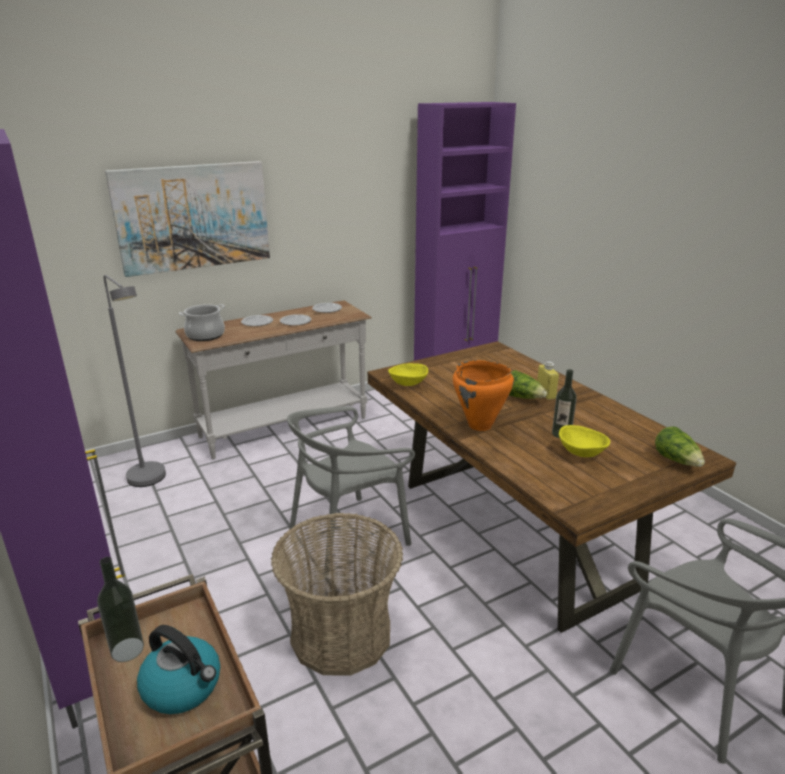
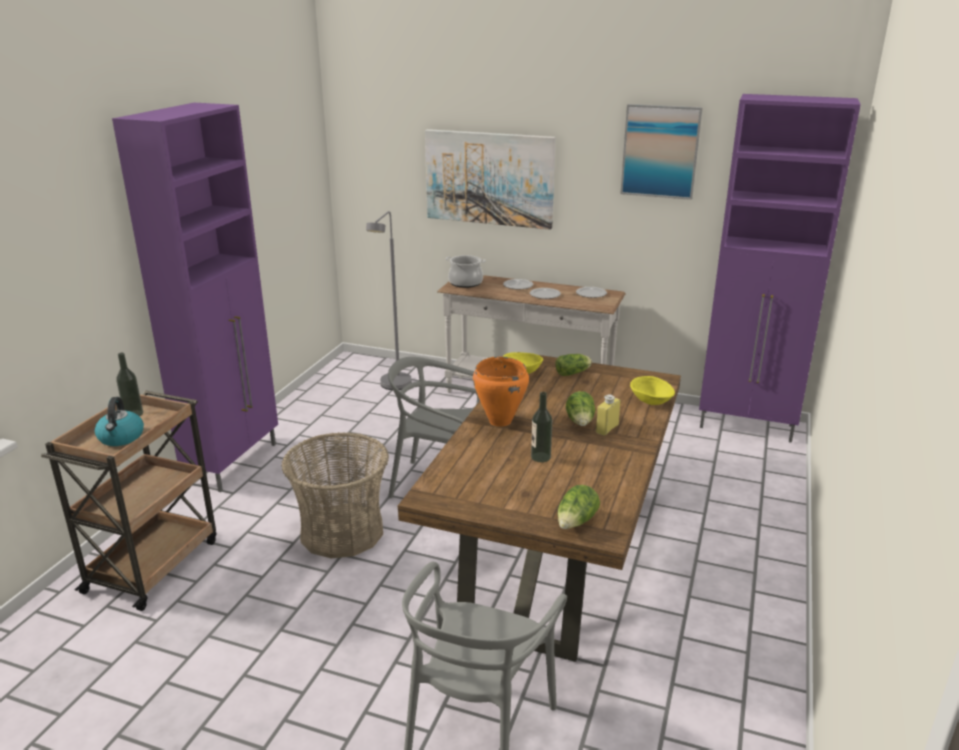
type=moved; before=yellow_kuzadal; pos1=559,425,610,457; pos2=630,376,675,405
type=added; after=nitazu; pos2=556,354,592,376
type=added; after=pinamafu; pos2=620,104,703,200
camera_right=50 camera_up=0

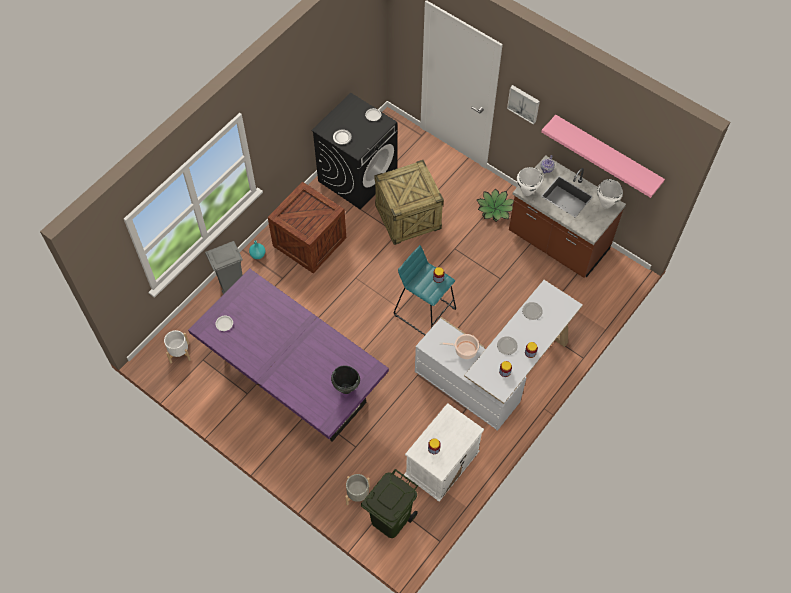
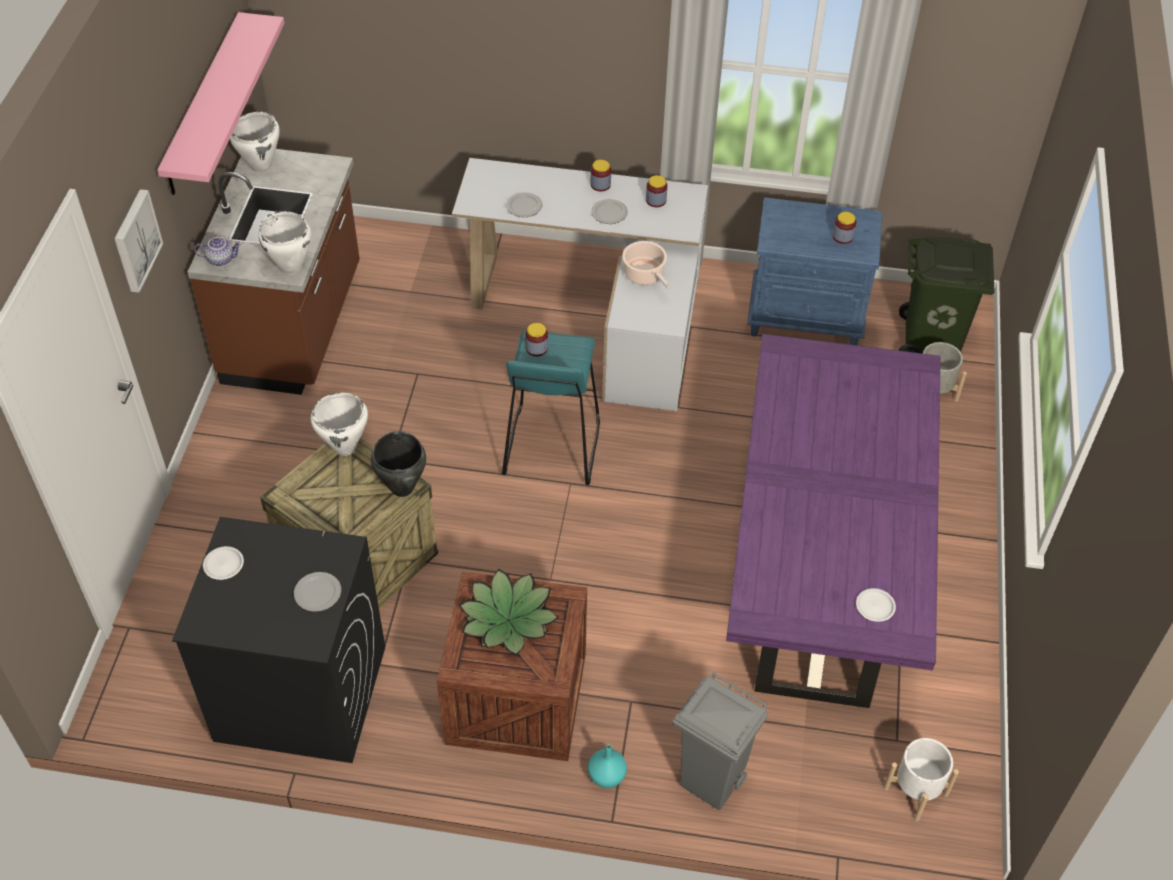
type=moved; before=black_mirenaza; pos1=331,365,360,394; pos2=371,431,426,497
type=recoloured; before=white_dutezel; after=blue_dutezel; pos1=404,403,484,502; pos2=747,198,882,345
type=moved; before=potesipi; pos1=477,189,514,222; pos2=459,569,559,655
type=added; after=white_mirenaza; pos2=311,393,368,456
camera_right=-120 camera_up=-10

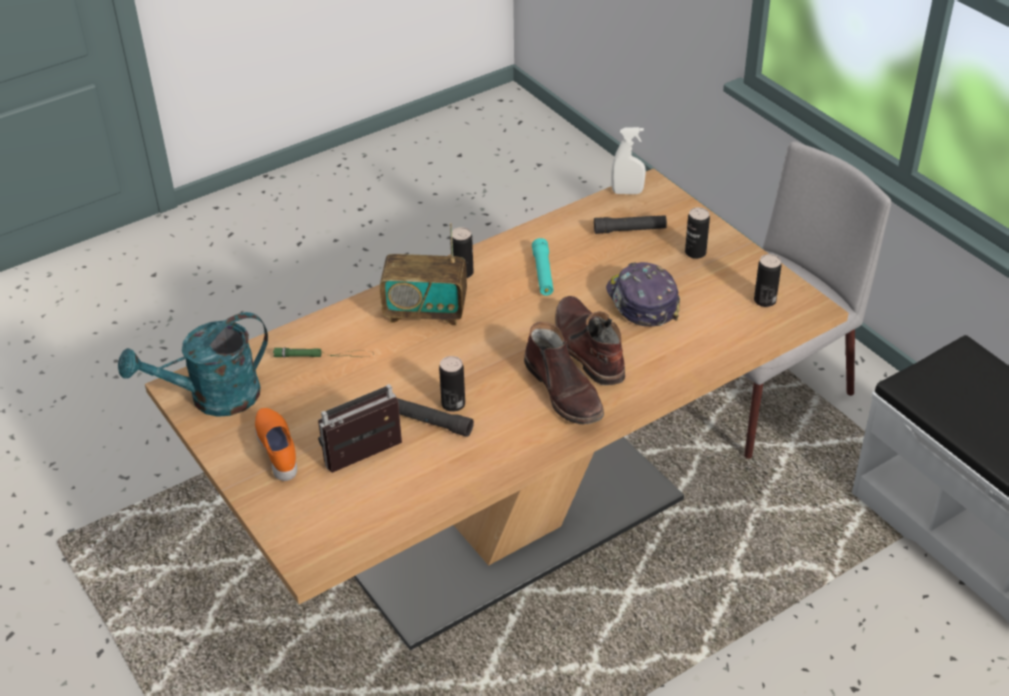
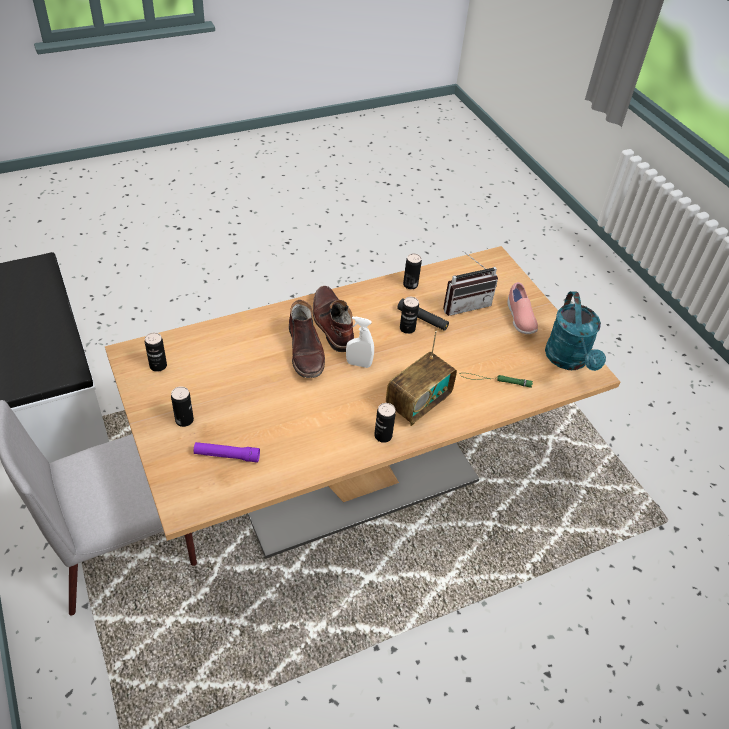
type=turned; before=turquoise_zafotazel; pos1=118,312,268,417; pos2=545,291,606,371; turn=105
type=recoloured; before=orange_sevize; after=pink_sevize; pos1=255,408,297,481; pos2=507,282,538,334
type=turned; before=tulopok; pos1=379,223,467,326; pos2=386,331,457,426; turn=120
type=removed; before=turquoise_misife; pos1=532,238,553,296
type=recoloured; before=black_misife; after=purple_misife; pos1=594,215,667,234; pos2=194,442,260,463
type=removed; before=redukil; pos1=606,262,680,326
type=moved; before=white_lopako; pos1=611,127,646,194; pos2=346,316,374,368
type=added; after=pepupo; pos2=403,254,422,289
camera_right=-175 camera_up=5

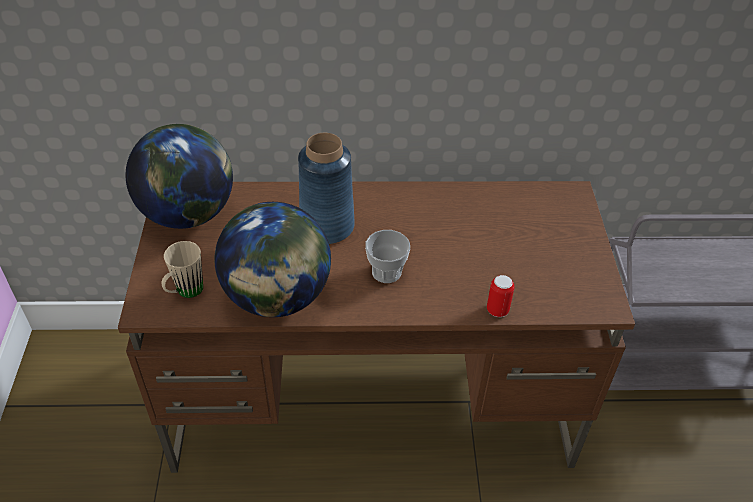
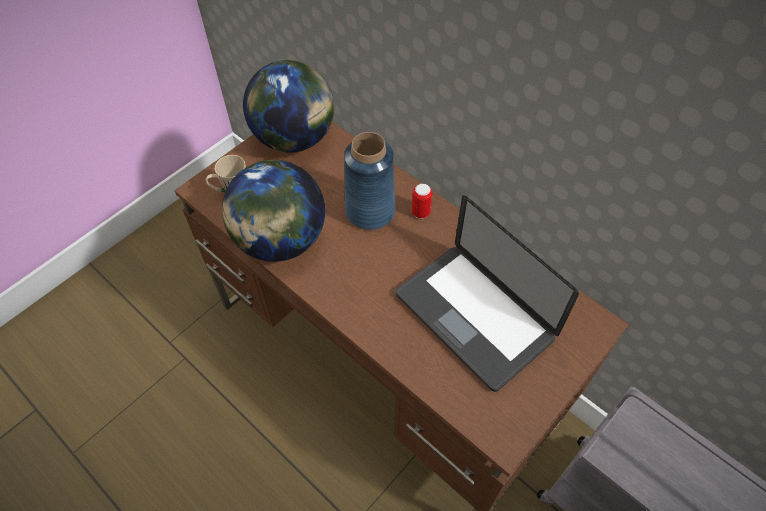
type=removed; before=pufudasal; pos1=365,230,410,283
type=moved; before=pepupo; pos1=487,275,514,317; pos2=412,184,432,219
type=added; after=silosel; pos2=396,195,579,392
camera_right=45 camera_up=10

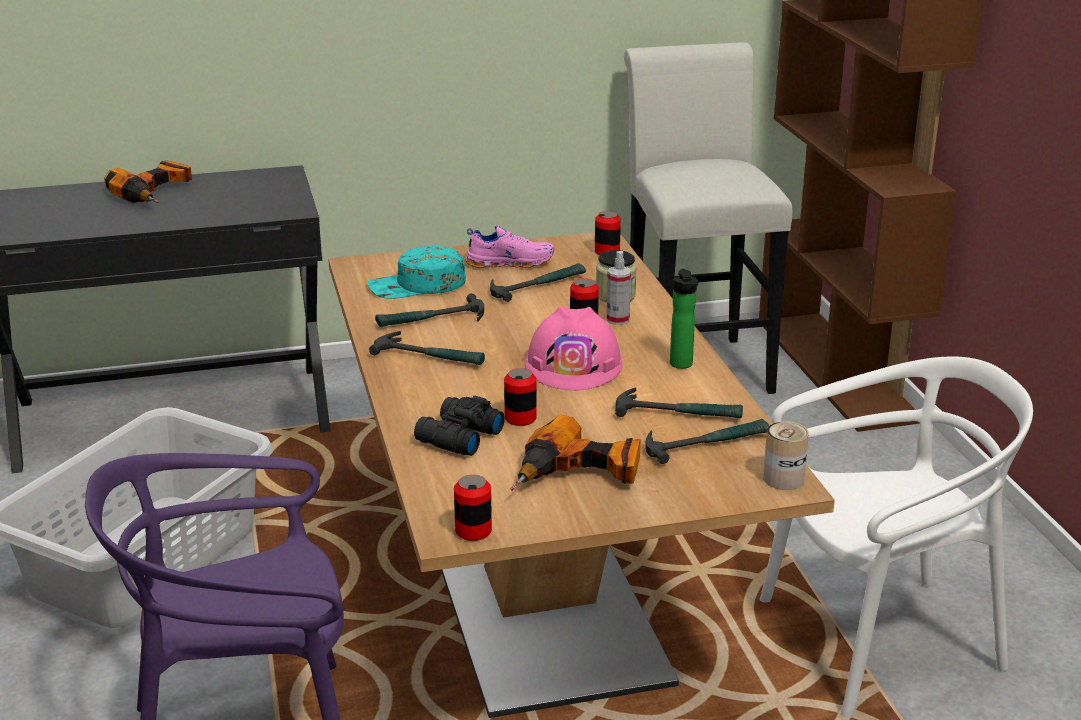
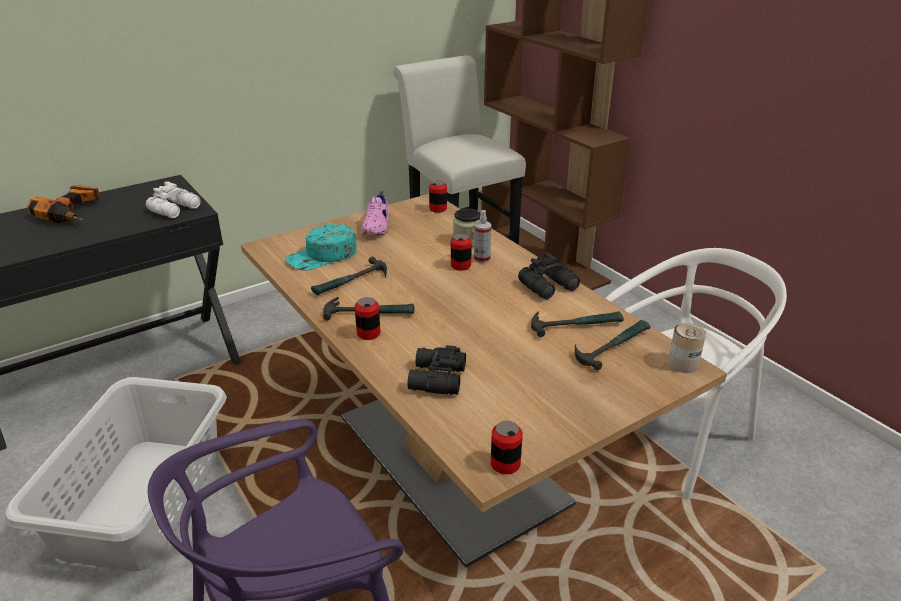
type=turned; before=pink_sevize; pos1=465,225,554,268; pos2=361,191,390,235; turn=120
type=removed; before=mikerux; pos1=490,263,586,302
type=moved; before=pepupo; pos1=504,368,537,426; pos2=355,297,380,340
type=removed; before=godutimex; pos1=510,414,641,490
type=removed; before=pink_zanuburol; pos1=525,306,623,390
type=replaced; before=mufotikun; after=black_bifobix; pos1=670,269,698,369; pos2=518,252,580,299
type=added; after=white_bifobix; pos2=146,181,201,218
camera_right=-20 camera_up=5

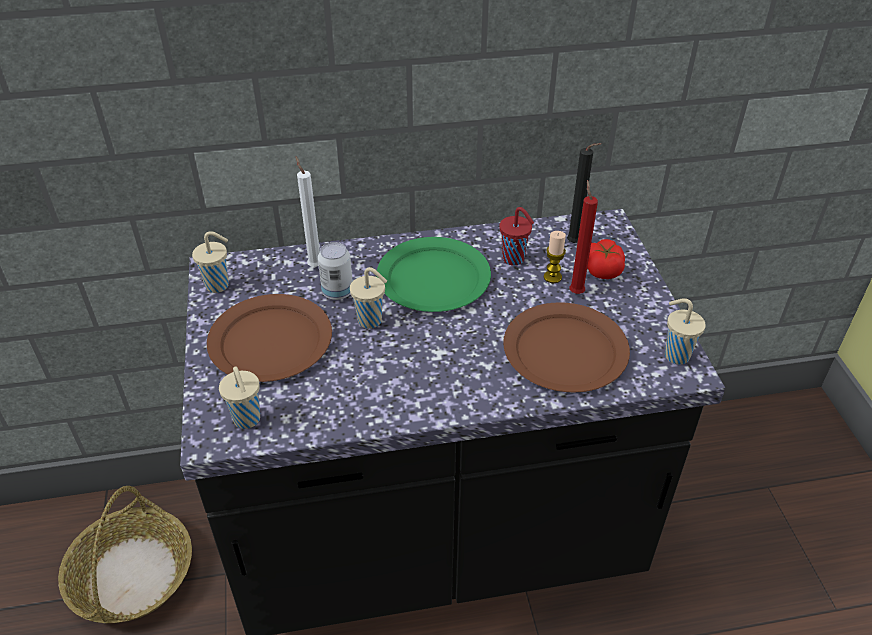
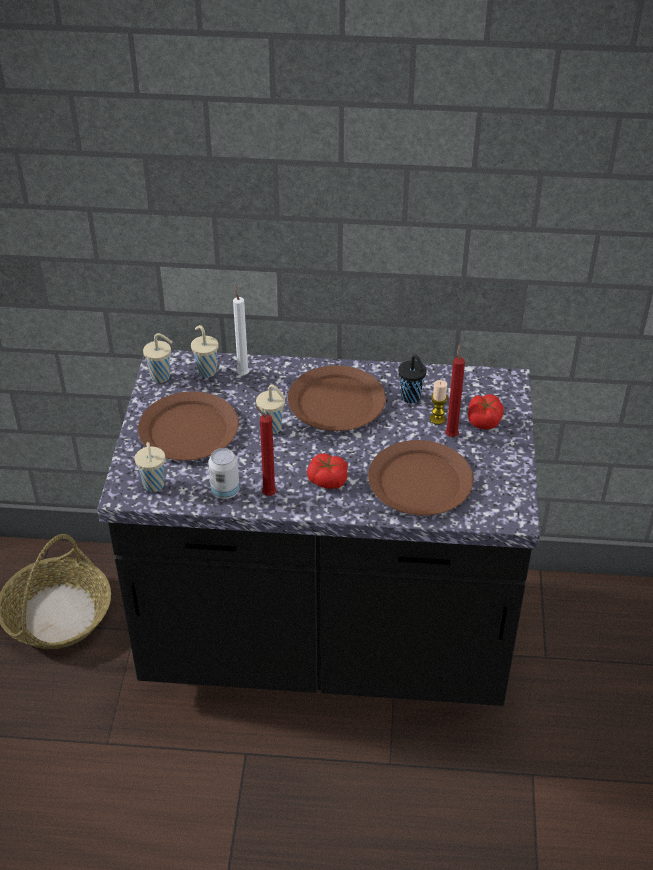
type=moved; before=pepupo; pos1=318,242,353,300; pos2=208,448,240,499
type=recoloured; before=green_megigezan; after=brown_megigezan; pos1=377,237,491,312; pos2=288,365,386,431
type=recoloured; before=red_pufudasal; after=black_pufudasal; pos1=499,207,534,266; pos2=398,355,427,403
type=removed; before=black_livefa; pos1=567,143,601,243
type=moved; before=beige_pufudasal; pos1=665,298,706,364; pos2=191,325,219,378
type=added; after=red_livefa; pos2=255,405,276,496
type=added; after=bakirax; pos2=307,453,348,489
camera_right=15 camera_up=0

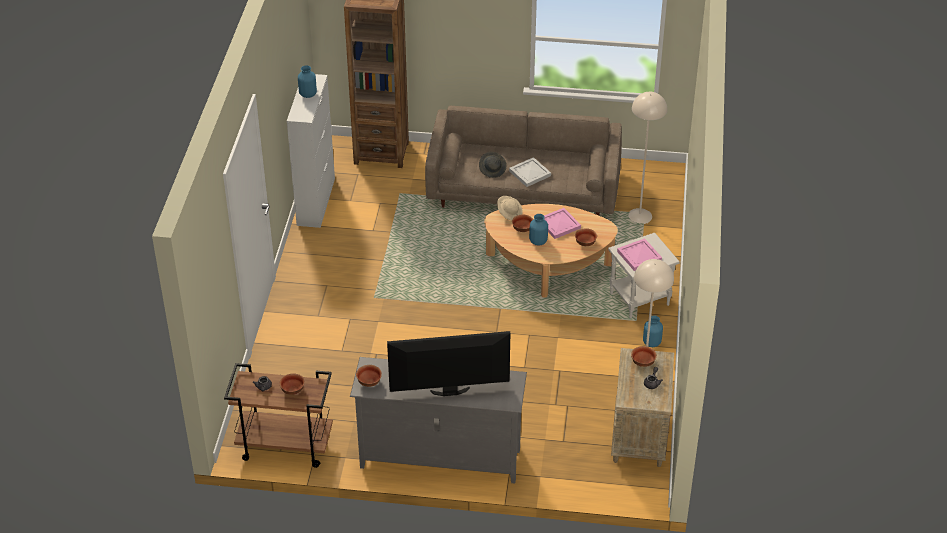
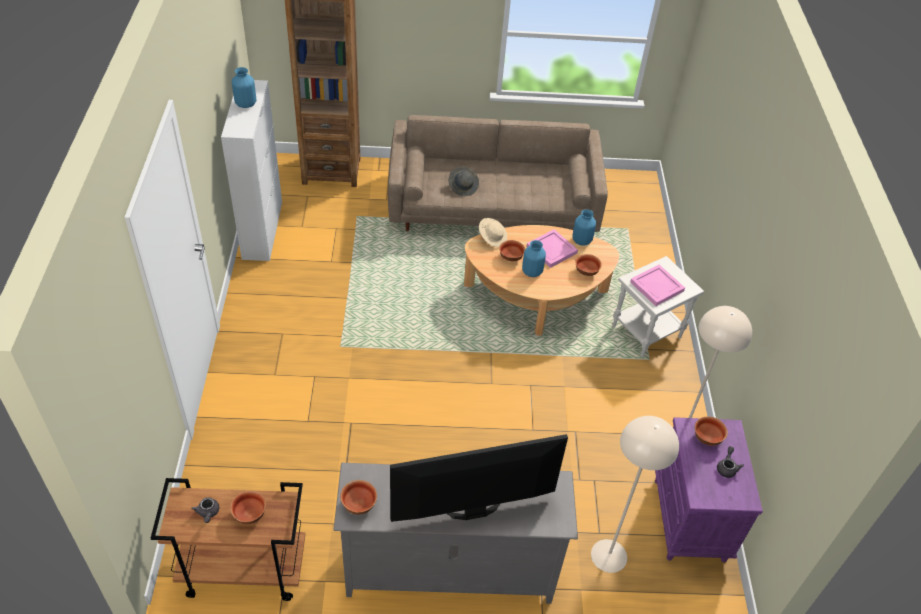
type=removed; before=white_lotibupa; pos1=509,157,551,187
type=recoloured; before=beige_dutezel; after=purple_dutezel; pos1=611,348,674,467; pos2=655,417,763,563
type=moved; before=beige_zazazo; pos1=629,92,667,224; pos2=591,416,679,573
type=moved; before=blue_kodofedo; pos1=643,315,663,347; pos2=572,209,596,246
camera_right=-10 camera_up=5

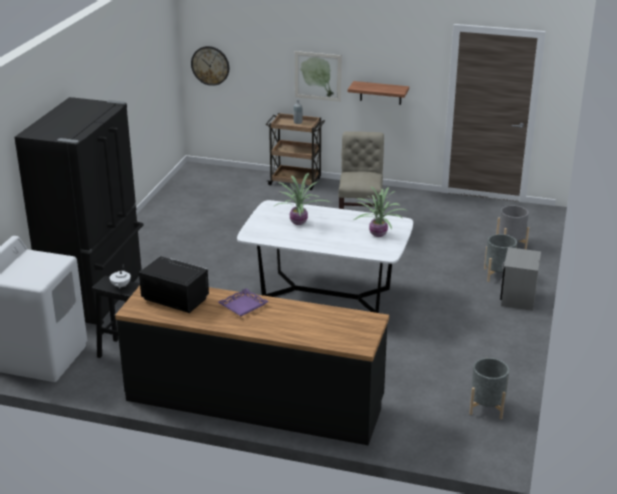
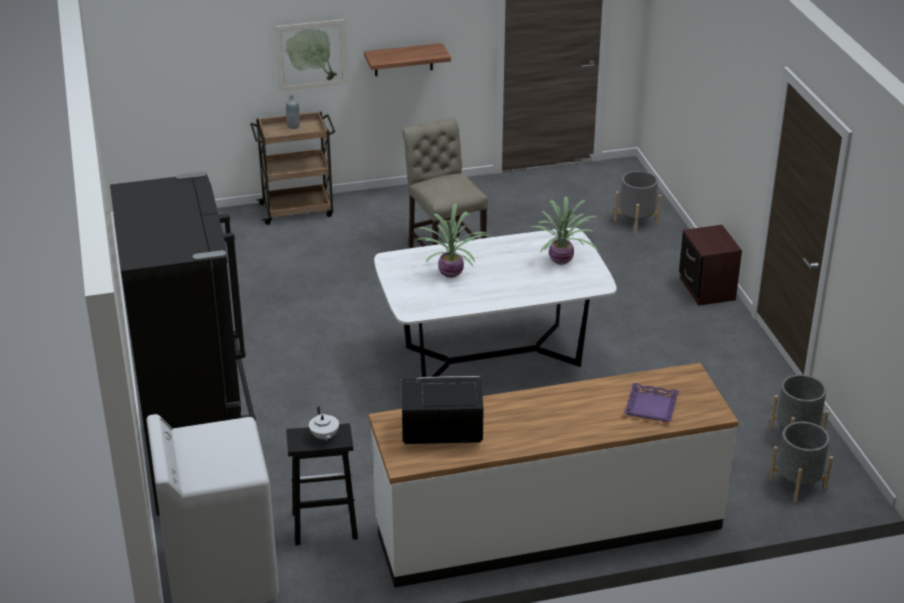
type=recoloured; before=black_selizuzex; after=white_selizuzex; pos1=115,286,389,445; pos2=369,363,738,588
type=removed; before=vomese; pos1=191,46,229,86
type=moved; before=purple_lotibupa; pos1=218,288,269,316; pos2=624,383,679,422
type=moved; before=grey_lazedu; pos1=484,234,517,282; pos2=769,422,833,503
type=recoloured; before=grey_dutezel; after=brown_dutezel; pos1=500,247,541,311; pos2=679,225,742,306
camera_right=-30 camera_up=5

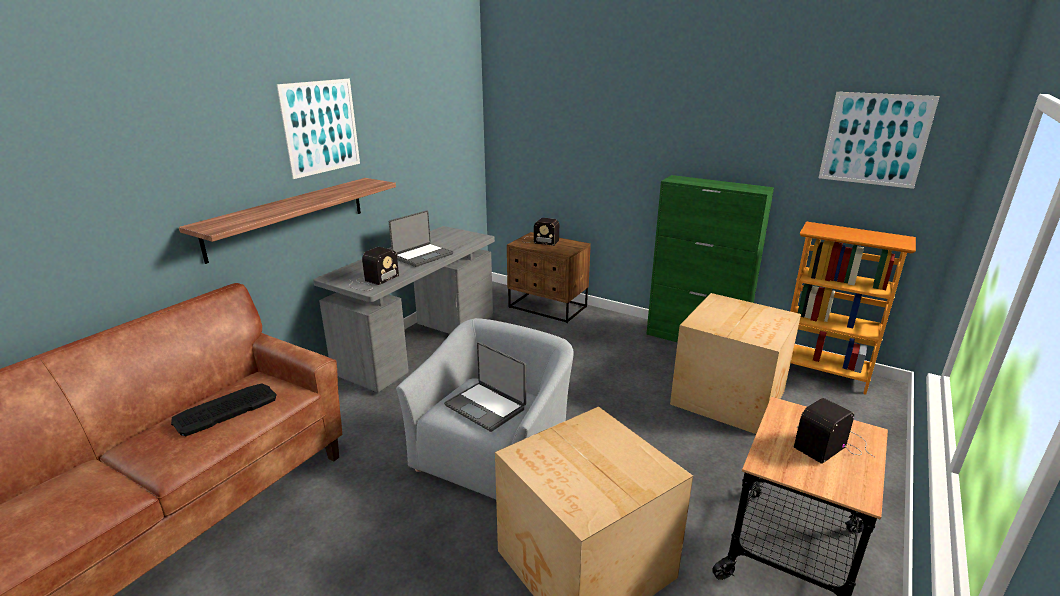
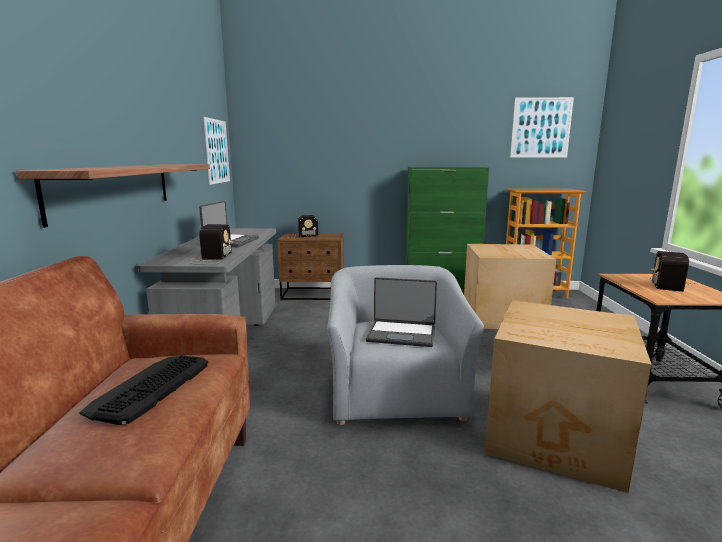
type=moved; before=pinamafu; pos1=276,79,360,179; pos2=203,117,230,185
camera_right=-30 camera_up=-10

